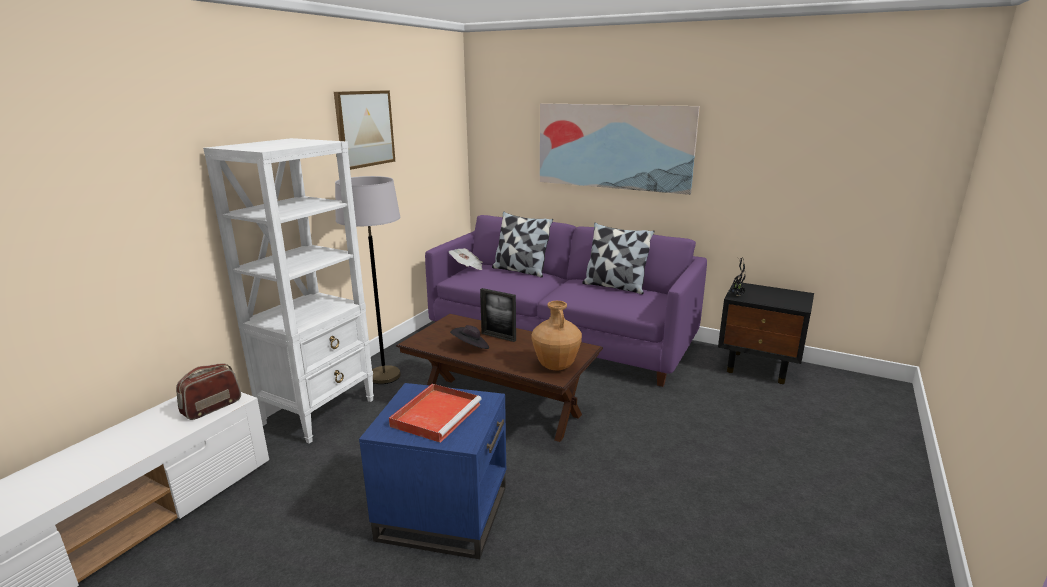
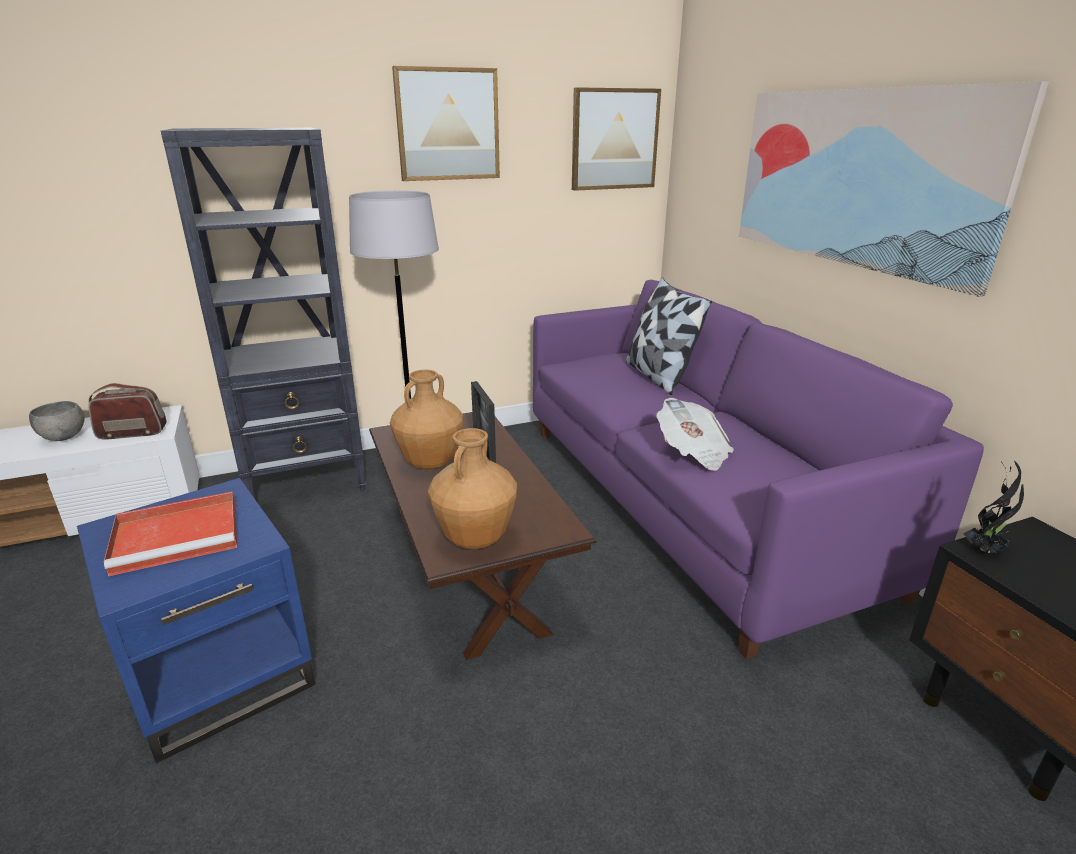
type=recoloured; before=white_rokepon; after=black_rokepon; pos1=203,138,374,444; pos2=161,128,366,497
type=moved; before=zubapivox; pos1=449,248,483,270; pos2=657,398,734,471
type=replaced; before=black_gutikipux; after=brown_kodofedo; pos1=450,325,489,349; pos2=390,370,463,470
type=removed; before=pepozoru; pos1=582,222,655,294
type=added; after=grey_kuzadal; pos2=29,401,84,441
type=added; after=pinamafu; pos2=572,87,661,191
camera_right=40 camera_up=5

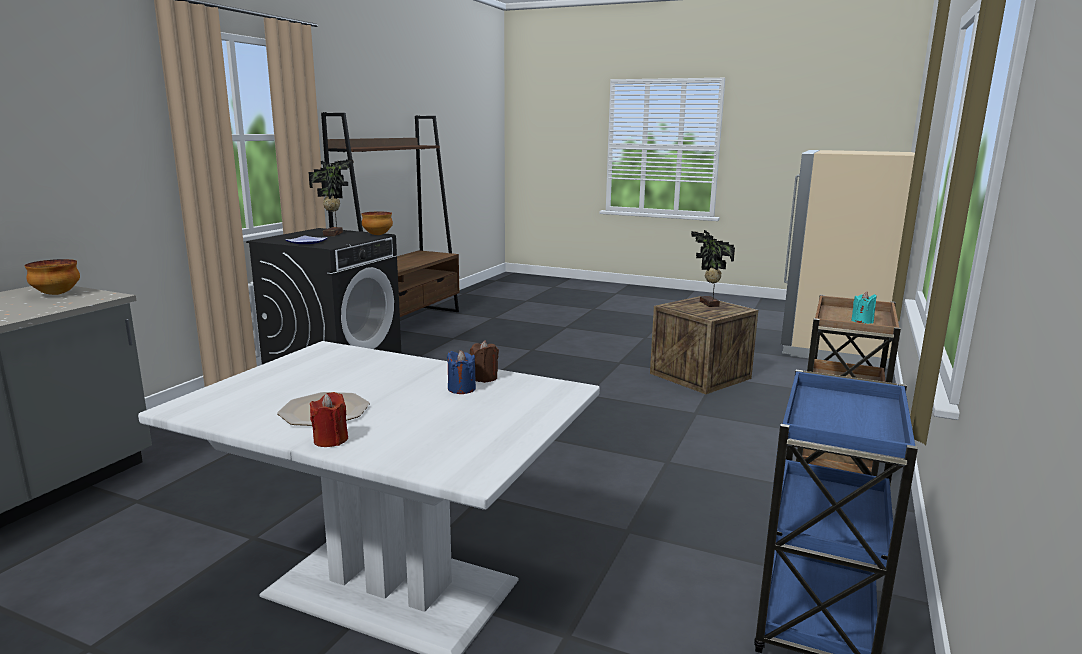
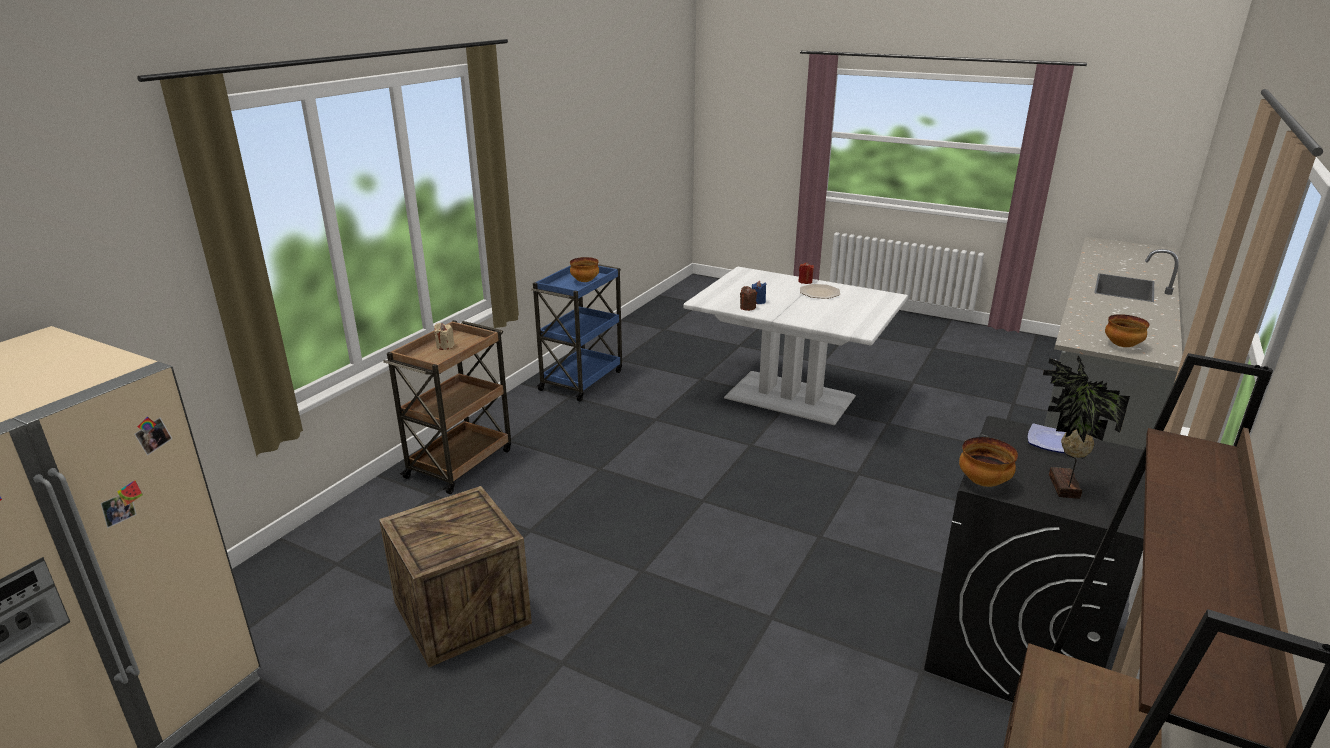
type=removed; before=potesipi; pos1=691,230,735,307
type=recoloured; before=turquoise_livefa; after=beige_livefa; pos1=851,292,877,324; pos2=434,323,455,350
type=added; after=kuzadal; pos2=570,257,599,282
camera_right=-175 camera_up=10

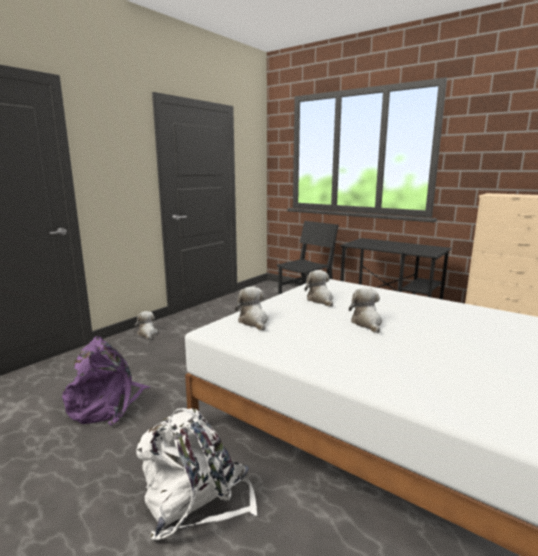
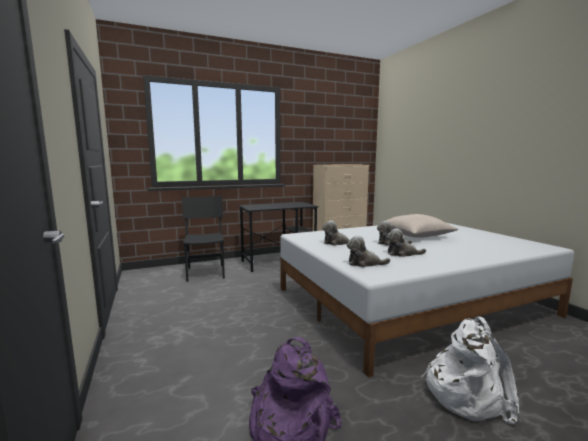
type=moved; before=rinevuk; pos1=135,311,158,340; pos2=386,228,426,257
type=added; after=beige_pepozoru; pos2=386,214,458,238
camera_right=-60 camera_up=-5

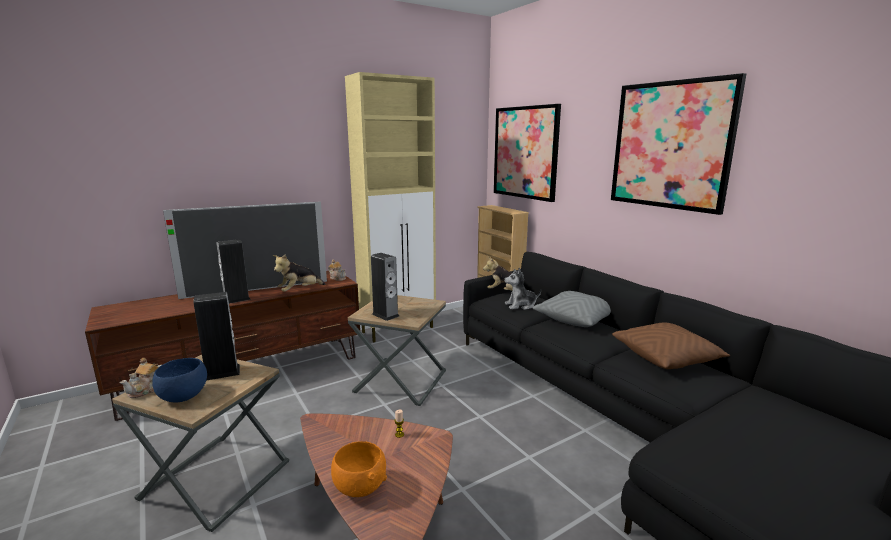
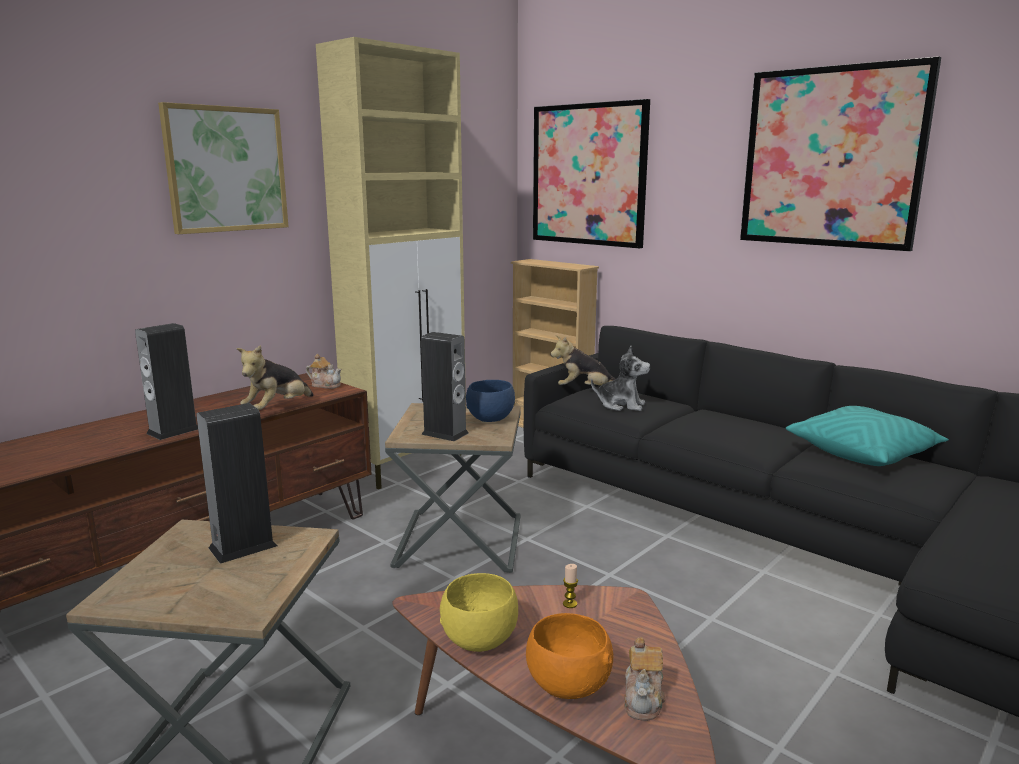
type=moved; before=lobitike; pos1=120,358,161,398; pos2=624,637,665,721
type=moved; before=blue_kuzadal; pos1=152,358,207,403; pos2=466,380,515,422
type=removed; before=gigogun; pos1=163,201,327,299
type=turned; before=rinevuk; pos1=504,268,541,310; pos2=591,346,650,411; turn=-135
type=removed; before=grey_pepozoru; pos1=532,291,611,327
type=recoloured; before=brown_pepozoru; after=turquoise_pepozoru; pos1=612,323,730,369; pos2=786,406,949,466
type=added; after=pinamafu; pos2=158,102,289,234
type=added; after=yellow_kuzadal; pos2=440,573,518,652
camera_right=-15 camera_up=0

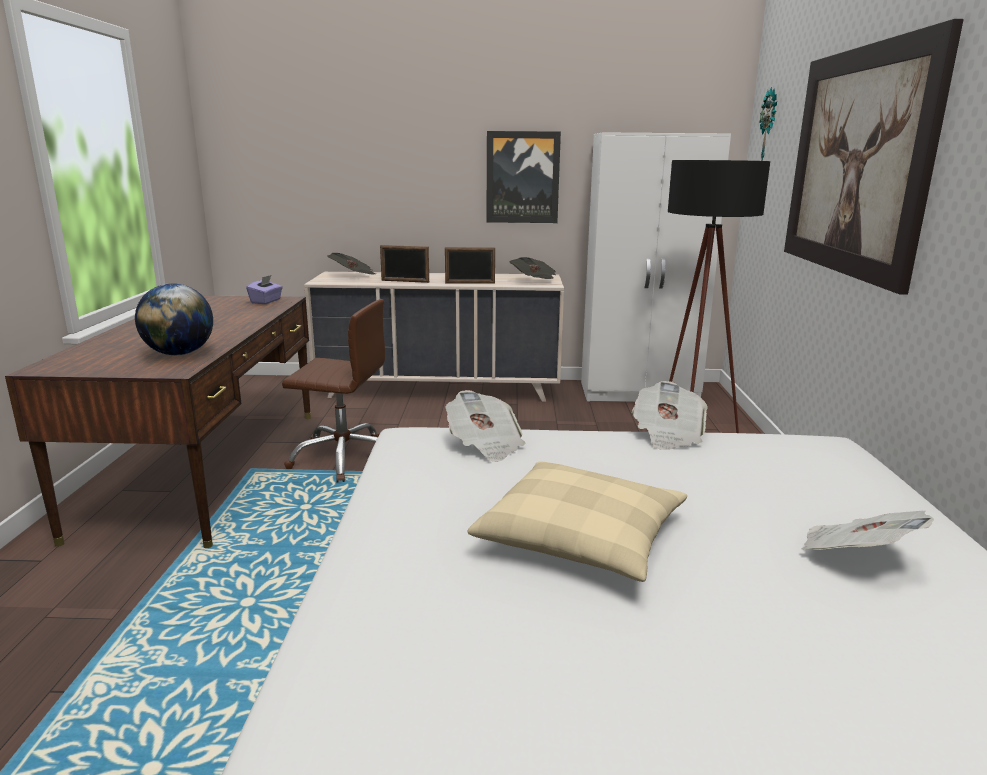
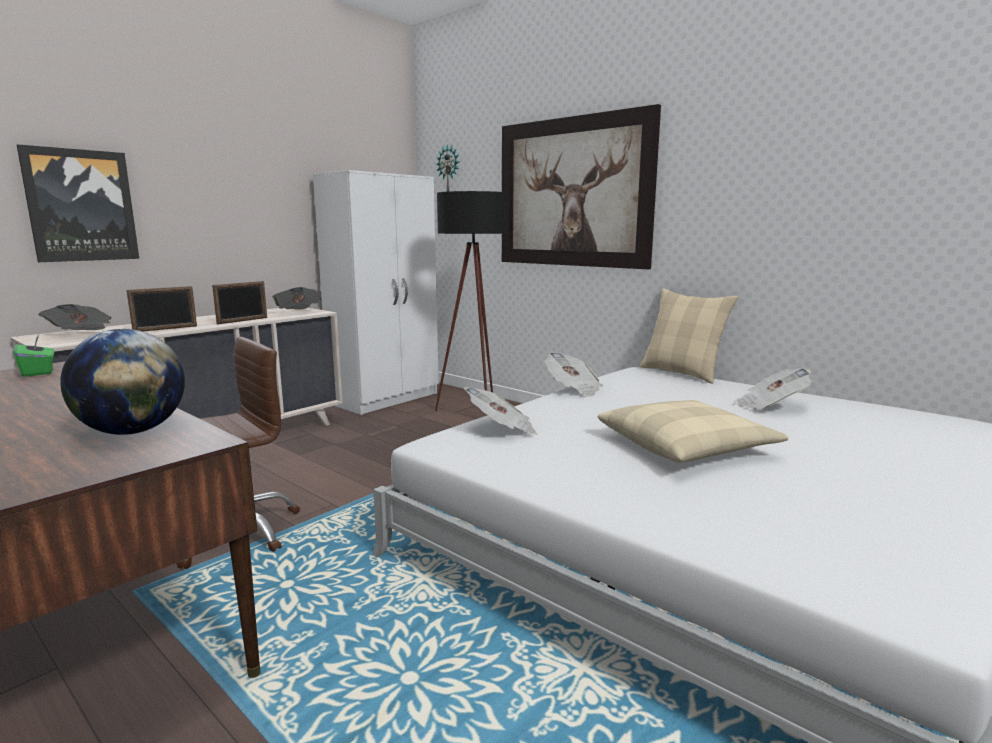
type=recoloured; before=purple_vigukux; after=green_vigukux; pos1=246,275,283,304; pos2=14,335,54,377
type=moved; before=pinamafu; pos1=486,131,561,223; pos2=17,144,139,262
type=added; after=beige_pepozoru; pos2=640,288,738,384
camera_right=-50 camera_up=-5

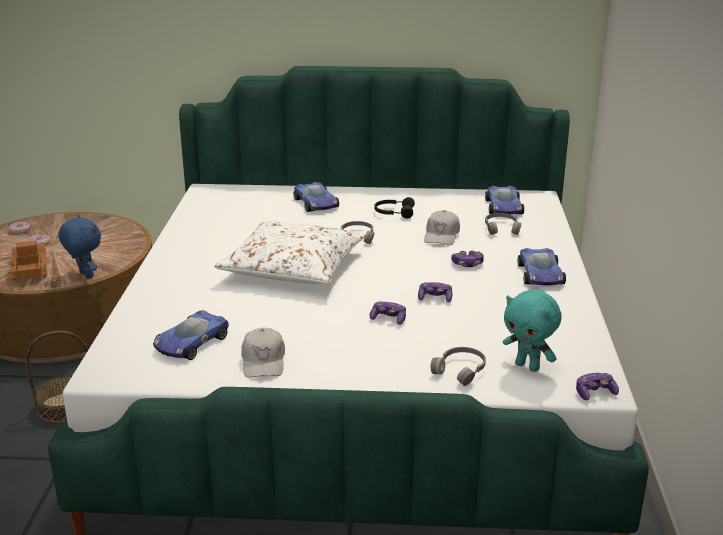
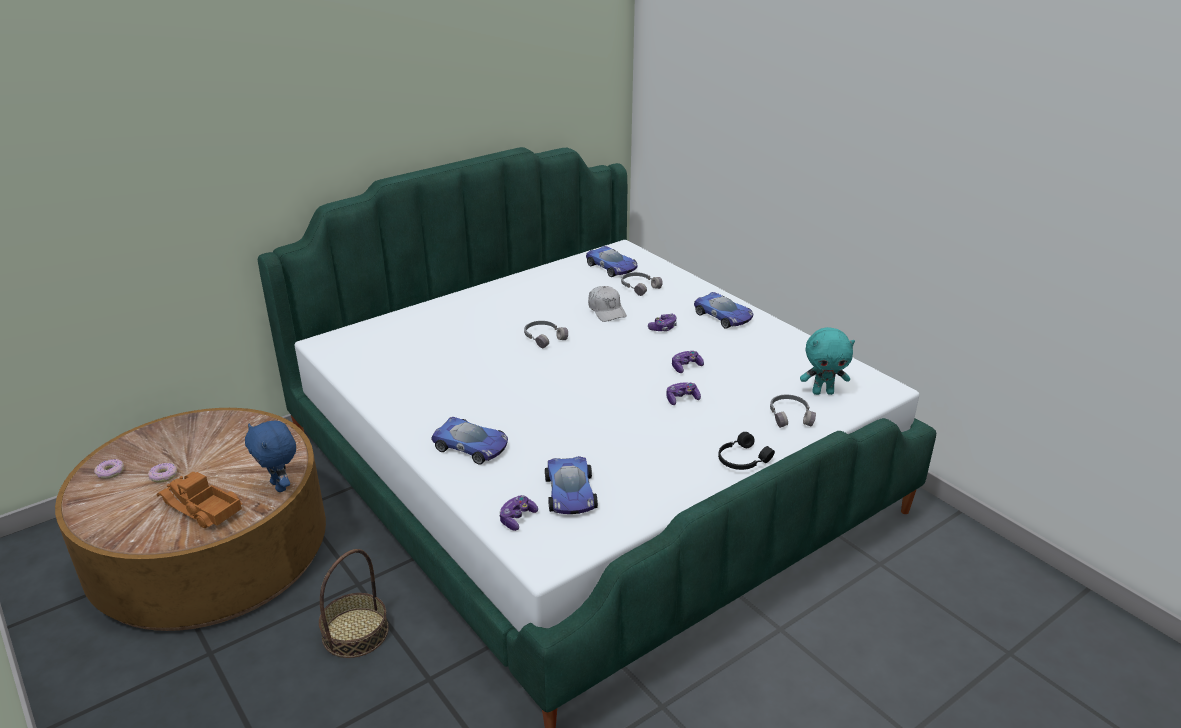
type=turned; before=blue_rinevuk; pos1=59,215,101,278; pos2=245,421,296,492; turn=-135
type=removed; before=white_pepozoru; pos1=214,221,365,284
type=removed; before=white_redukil; pos1=241,327,285,378
type=moved; before=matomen; pos1=294,182,339,212; pos2=431,417,508,465
type=moved; before=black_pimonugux; pos1=374,197,415,219; pos2=718,432,775,470
type=moved; before=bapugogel; pos1=576,373,619,400; pos2=499,495,538,531
camera_right=-40 camera_up=5

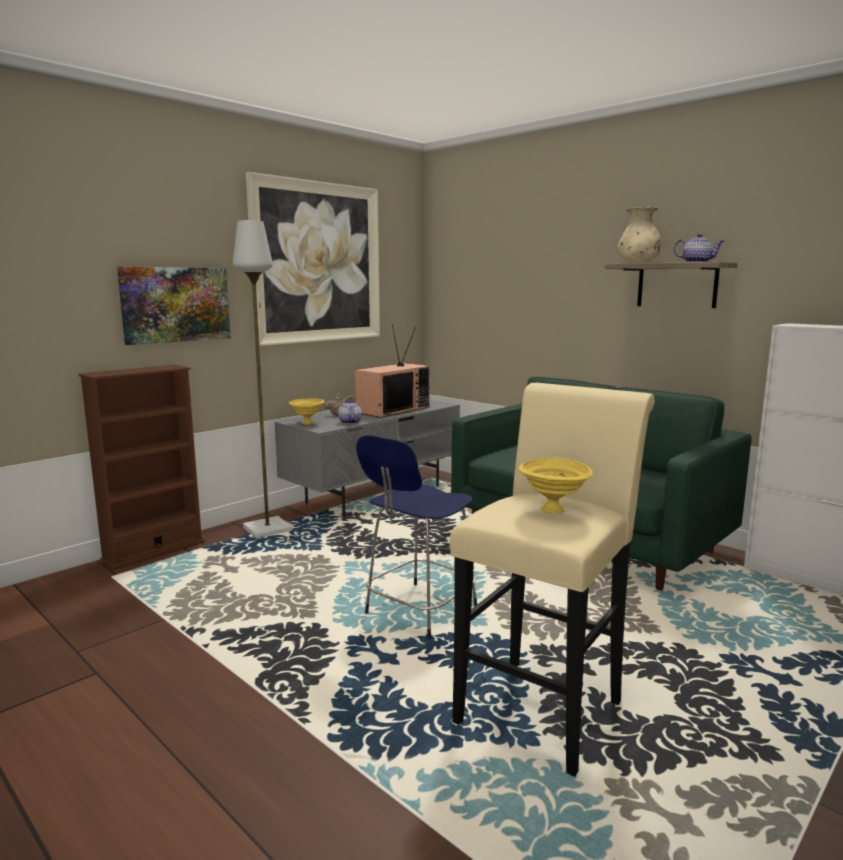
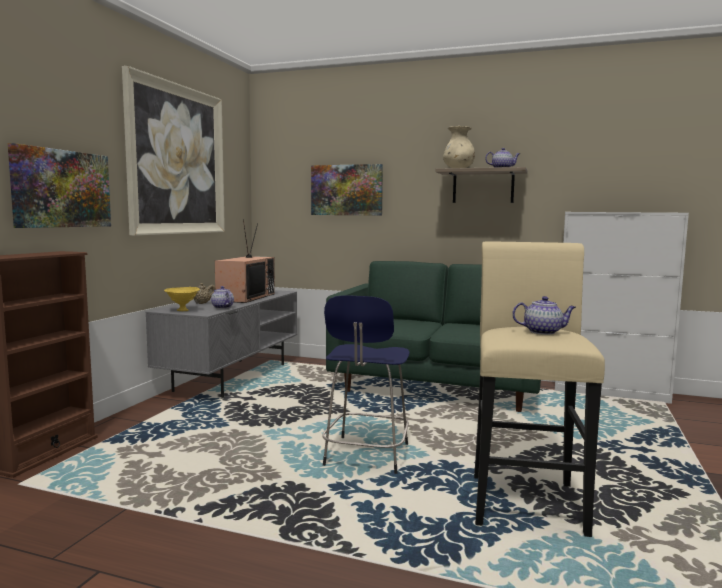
type=removed; before=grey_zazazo; pos1=233,220,293,538
type=replaced; before=yellow_kuzadal; after=lobitike; pos1=519,458,593,513; pos2=512,296,576,335
type=added; after=pinamafu; pos2=311,164,383,216
camera_right=-25 camera_up=-5

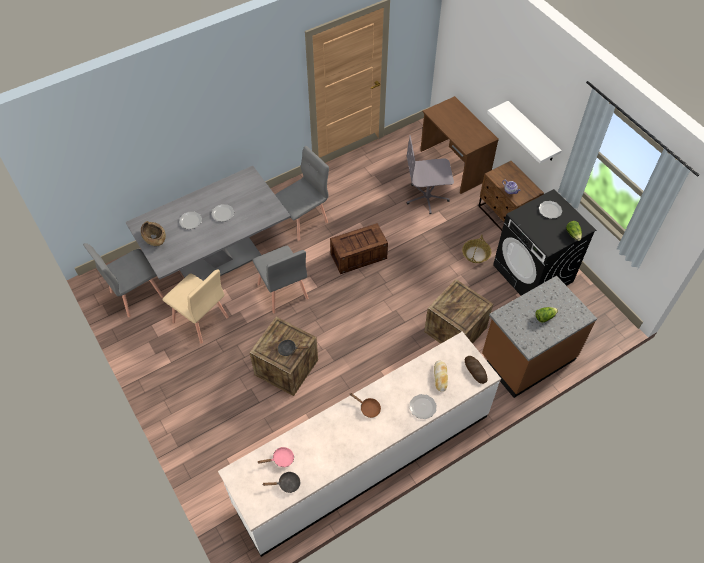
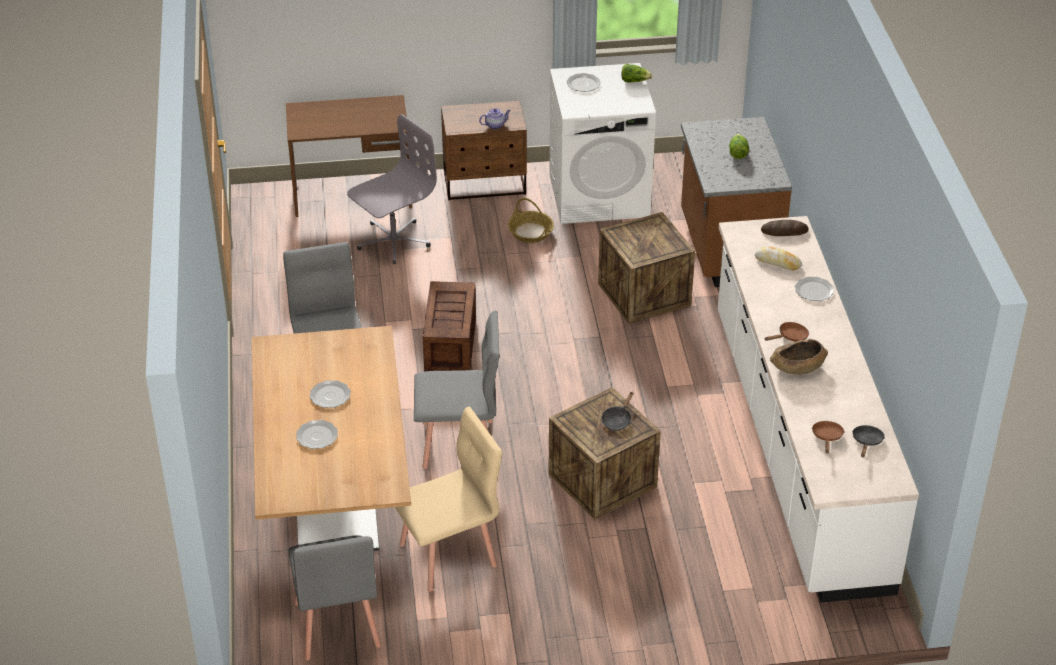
type=recoloured; before=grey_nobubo; after=brown_nobubo; pos1=126,166,291,281; pos2=252,326,411,551
type=moved; before=brown_kuzadal; pos1=141,221,166,246; pos2=770,339,828,375
type=recoloured; before=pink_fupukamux; after=brown_fupukamux; pos1=258,447,294,467; pos2=812,421,845,454
type=turned; before=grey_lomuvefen; pos1=407,135,454,214; pos2=347,114,437,264; turn=-150
type=removed; before=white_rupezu; pos1=487,101,562,163
type=recoloured; before=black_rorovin; after=white_rorovin; pos1=493,189,596,296; pos2=549,63,656,224
camera_right=-65 camera_up=-15

